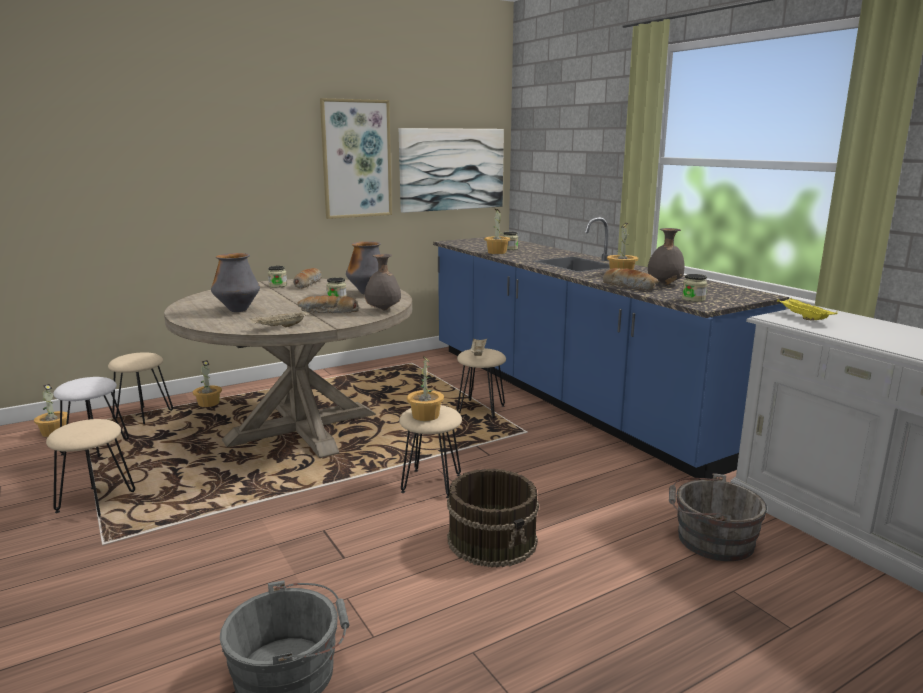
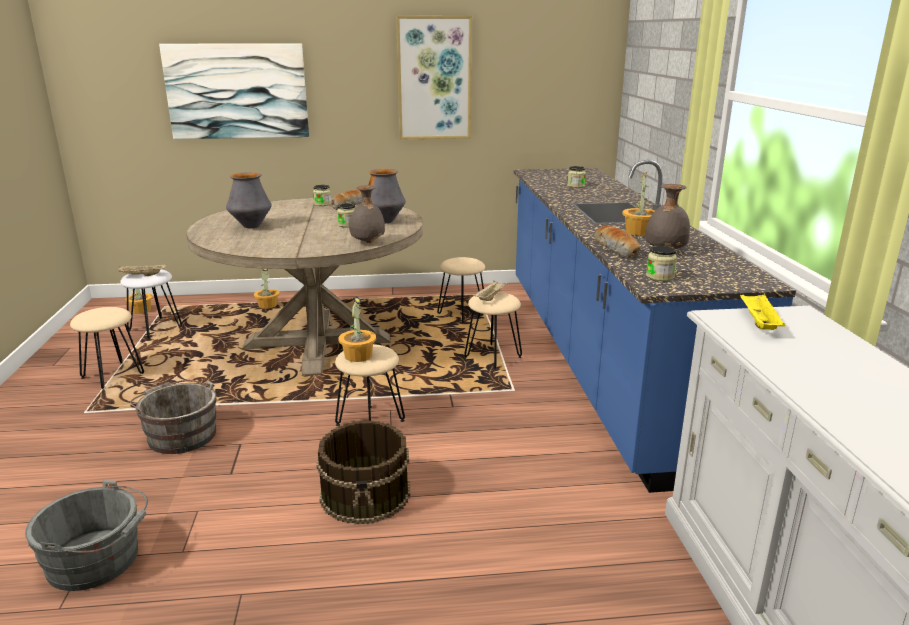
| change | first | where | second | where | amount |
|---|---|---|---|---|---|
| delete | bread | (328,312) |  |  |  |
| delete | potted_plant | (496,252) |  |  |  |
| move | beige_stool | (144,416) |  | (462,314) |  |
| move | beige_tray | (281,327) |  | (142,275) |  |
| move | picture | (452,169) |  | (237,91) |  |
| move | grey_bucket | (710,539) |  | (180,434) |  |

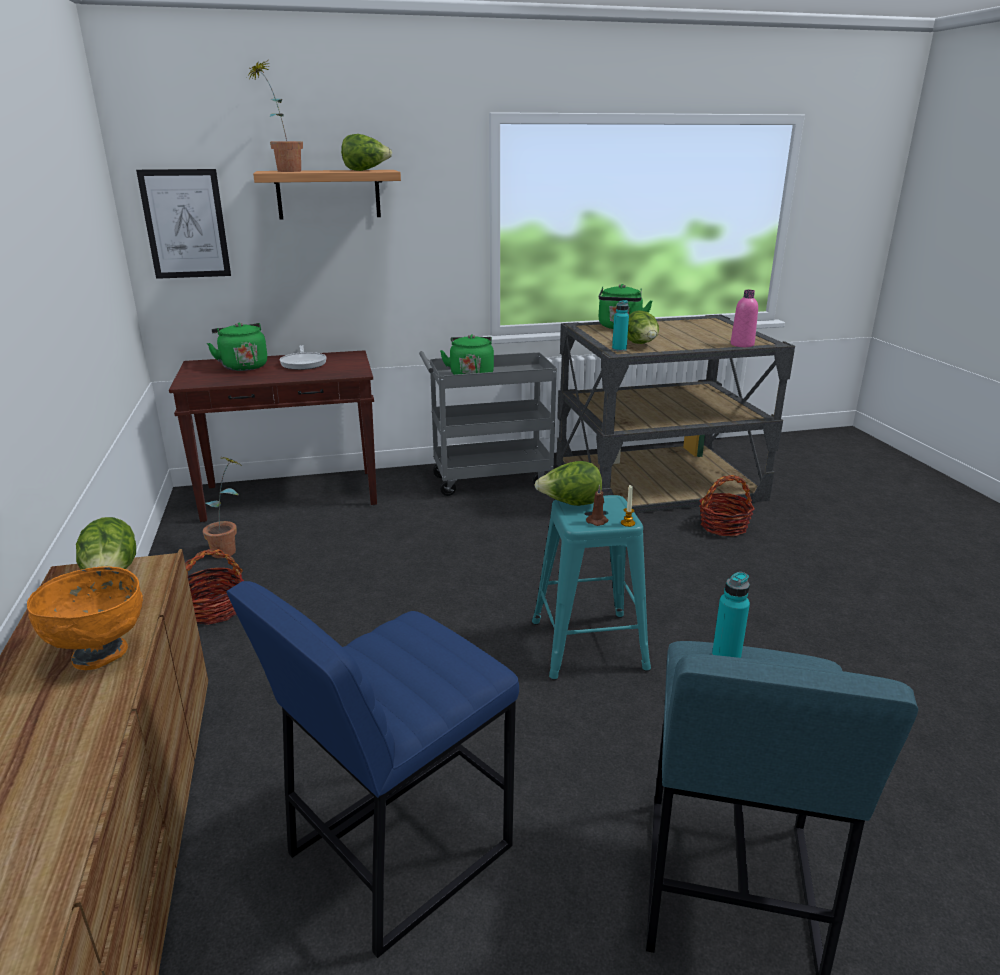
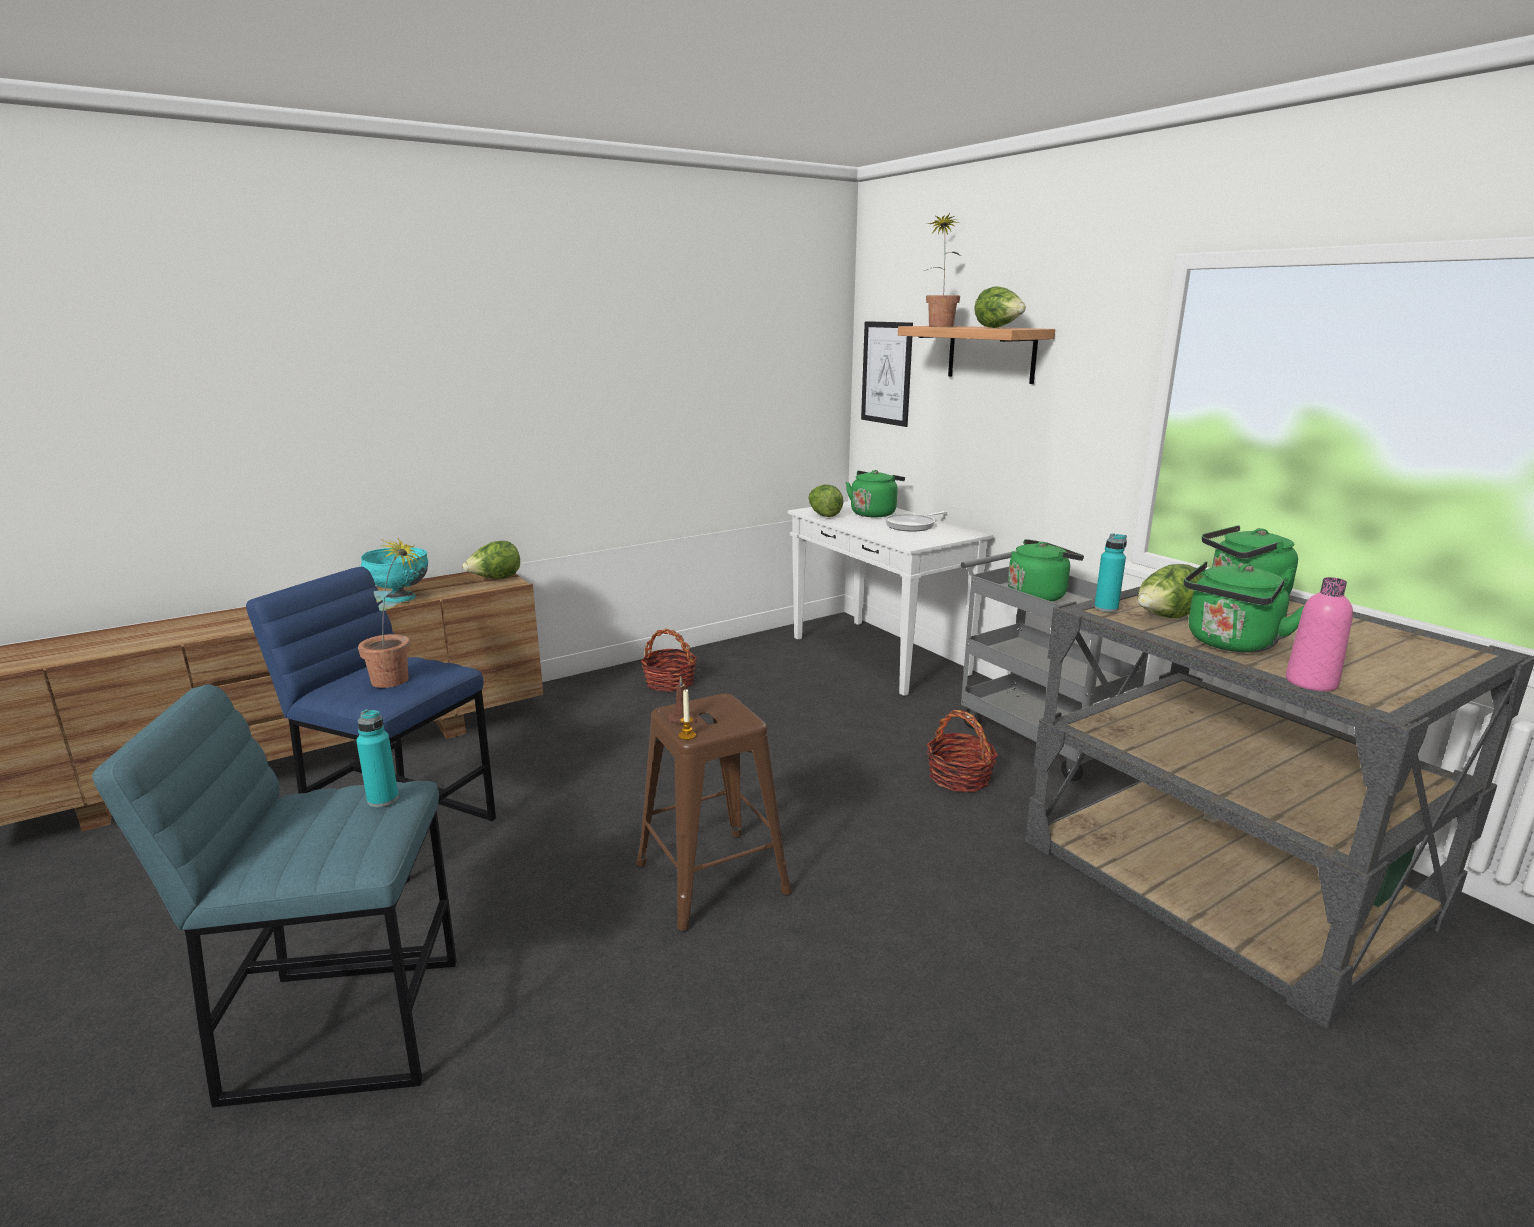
| change | first | where | second | where | amount |
|---|---|---|---|---|---|
| insert |  |  | green_kettle | (1230,644) |  |
| move | potted_plant | (230,549) |  | (399,682) |  |
| move | lettuce | (570,504) |  | (824,515) |  |
| move | basket | (723,526) |  | (959,777) |  |
| recolor | orange_bowl | (101,654) | turquoise_bowl | (400,599) |  |
| recolor | brown_console_table | (293,495) | white_console_table | (880,656) |  |
| recolor | turquoise_stool | (588,645) | brown_stool | (711,878) |  |

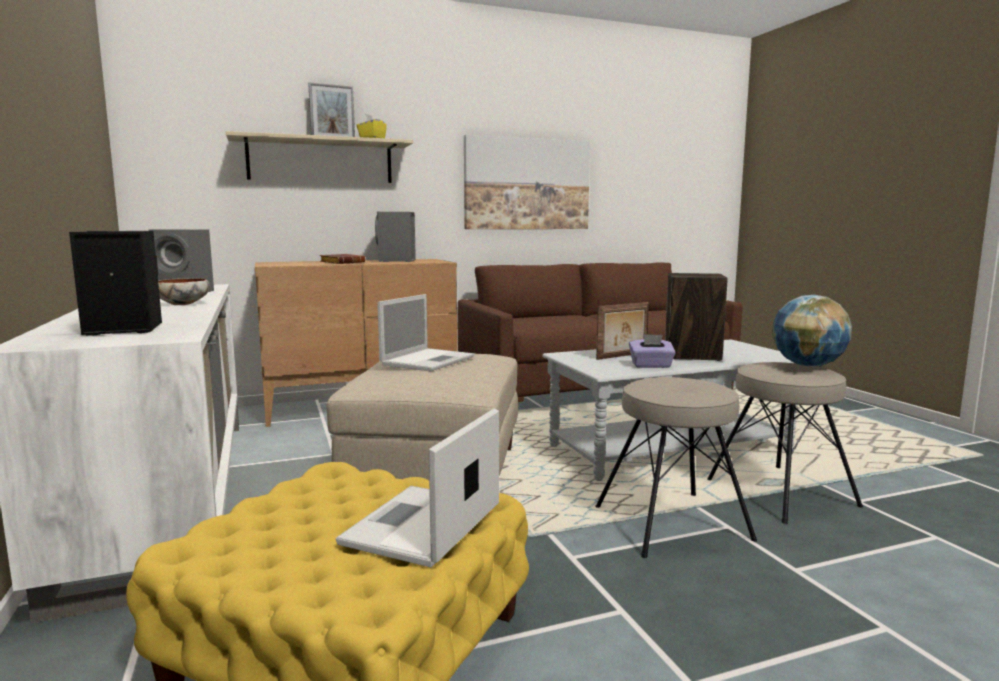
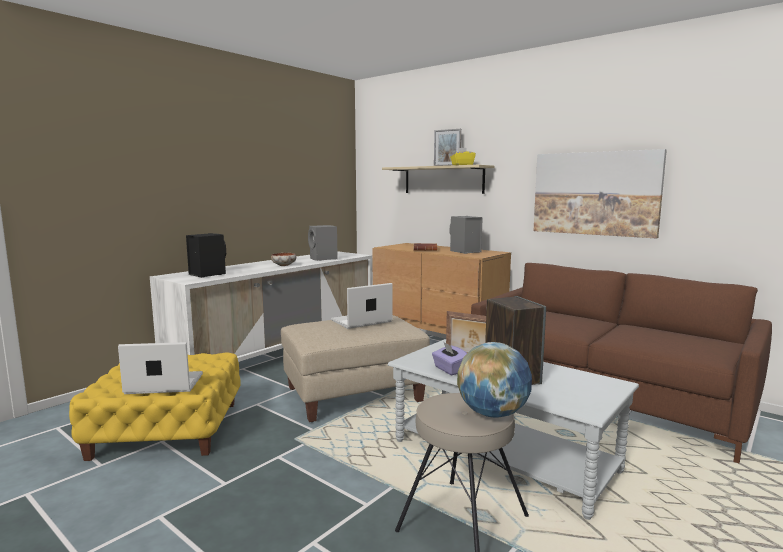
| change | first | where | second | where | amount |
|---|---|---|---|---|---|
| delete | beige_stool | (672,524) |  |  |  |
| rotate | laptop | (428,360) |  | (360,321) | 150 degrees clockwise |

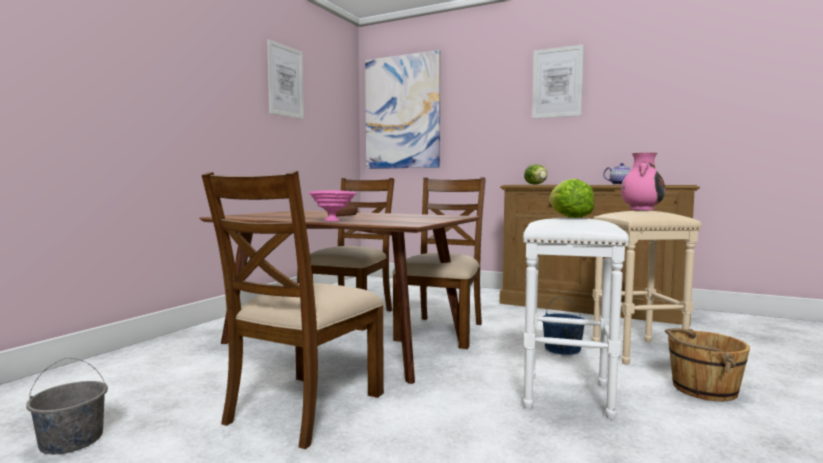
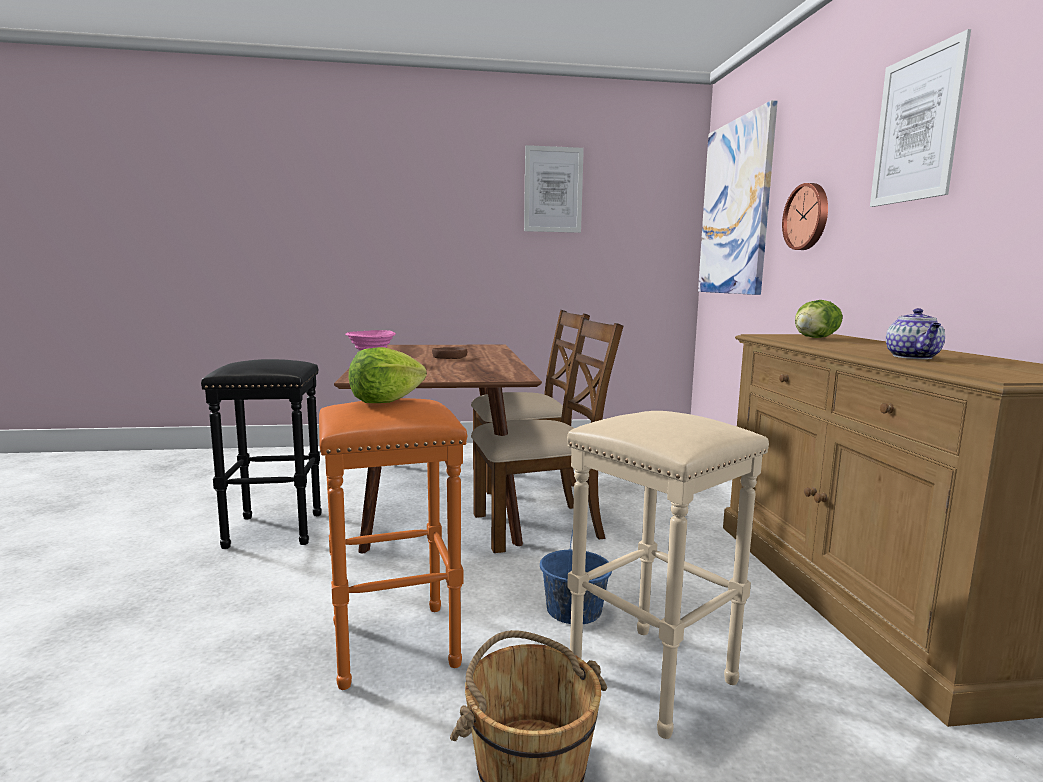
| change | first | where | second | where | amount |
|---|---|---|---|---|---|
| delete | grey_bucket | (71,440) |  |  |  |
| delete | pink_vase | (641,209) |  |  |  |
| insert |  |  | wall_clock | (807,217) |  |
| replace | brown_chair | (304,407) | black_stool | (273,529) |  |
| recolor | white_stool | (565,396) | orange_stool | (391,642) |  |

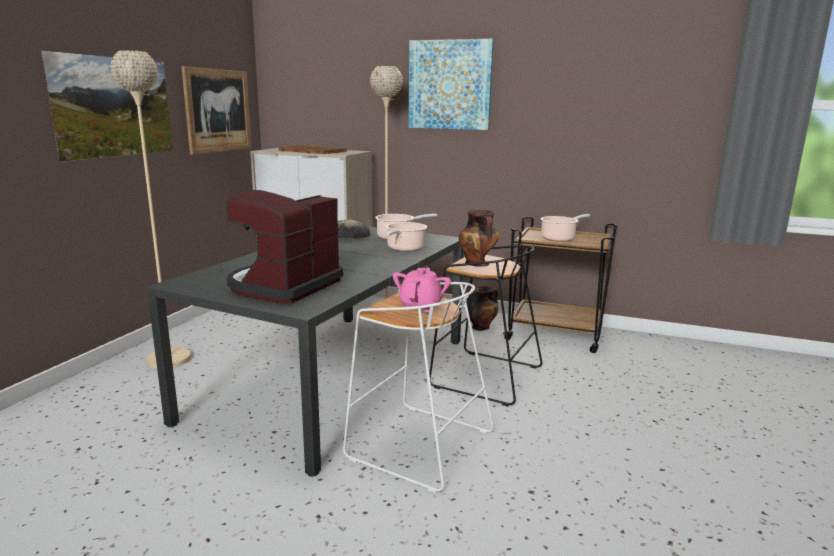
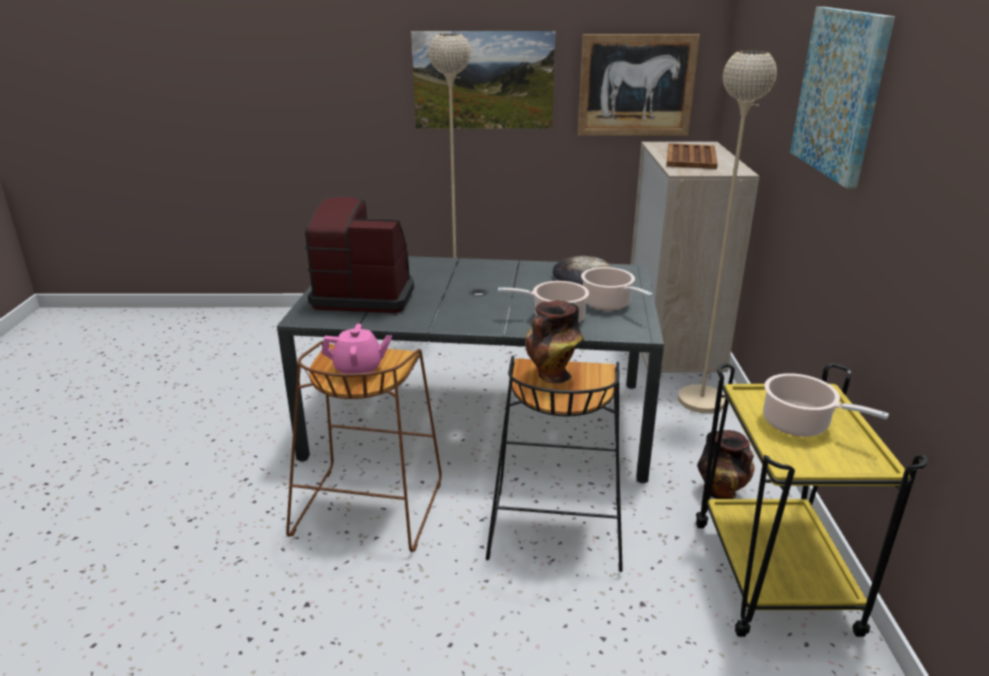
| change | first | where | second | where | amount |
|---|---|---|---|---|---|
| recolor | white_stool | (417,445) | brown_stool | (368,506) |  |
| recolor | brown_cart | (555,335) | yellow_cart | (773,578) |  |

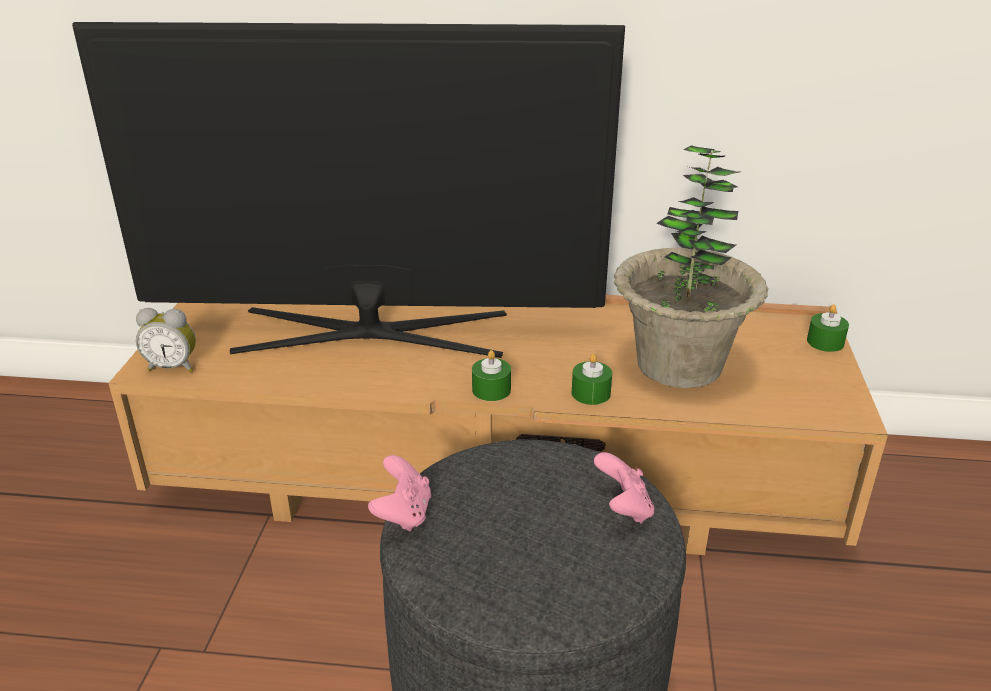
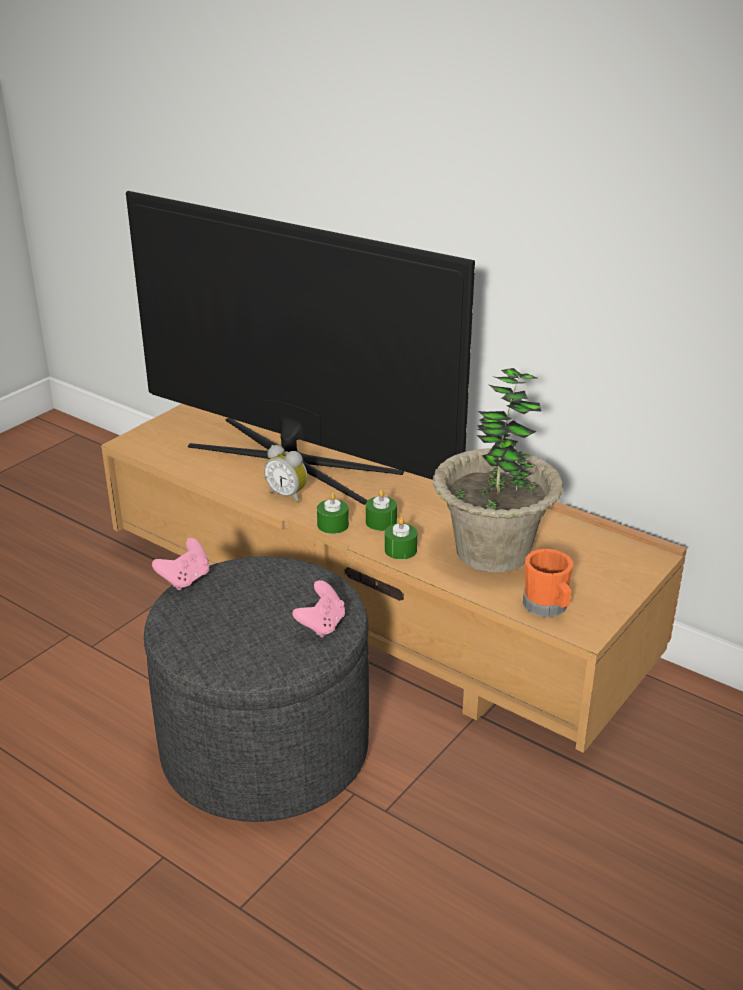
| change | first | where | second | where | amount |
|---|---|---|---|---|---|
| insert |  |  | orange_mug | (547,607) |  |
| move | alarm_clock | (173,367) |  | (288,495) |  |
| move | green_candle | (825,342) |  | (381,522) |  |

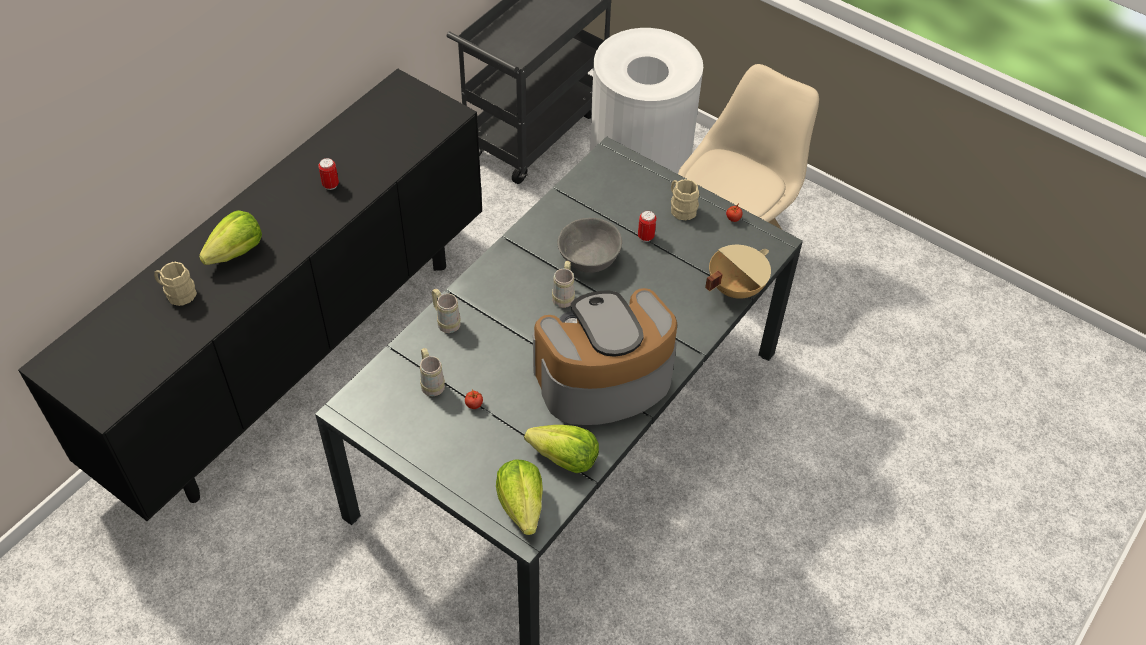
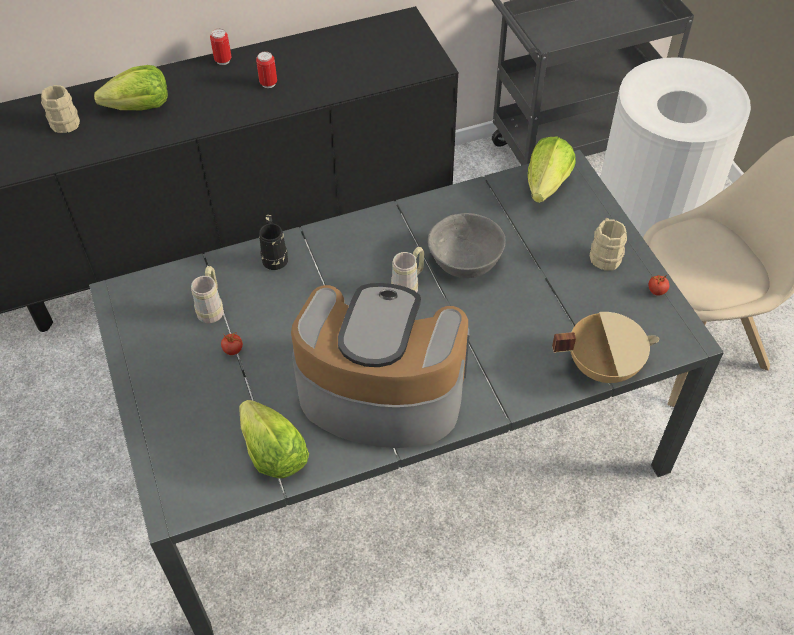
| change | first | where | second | where | amount |
|---|---|---|---|---|---|
| move | lettuce | (522,505) |  | (546,185) |  |
| move | can | (645,236) |  | (223,60) |  |
| recolor | beige_mug | (446,321) | black_mug | (275,256) |  |

